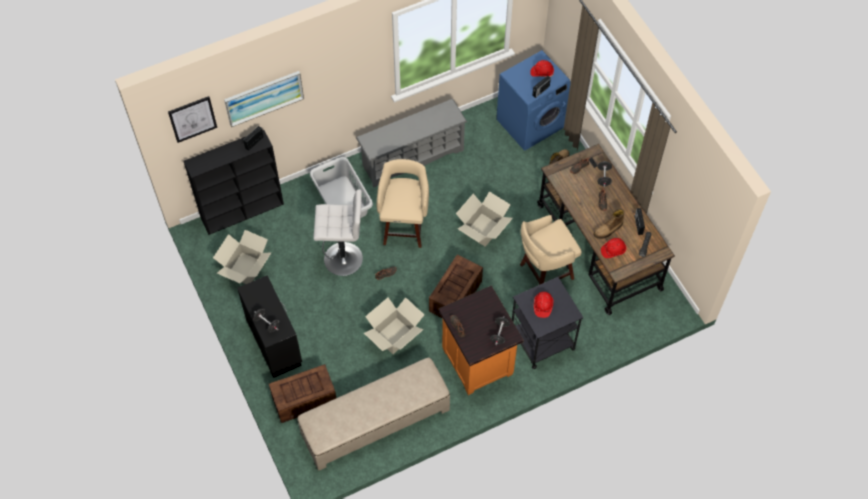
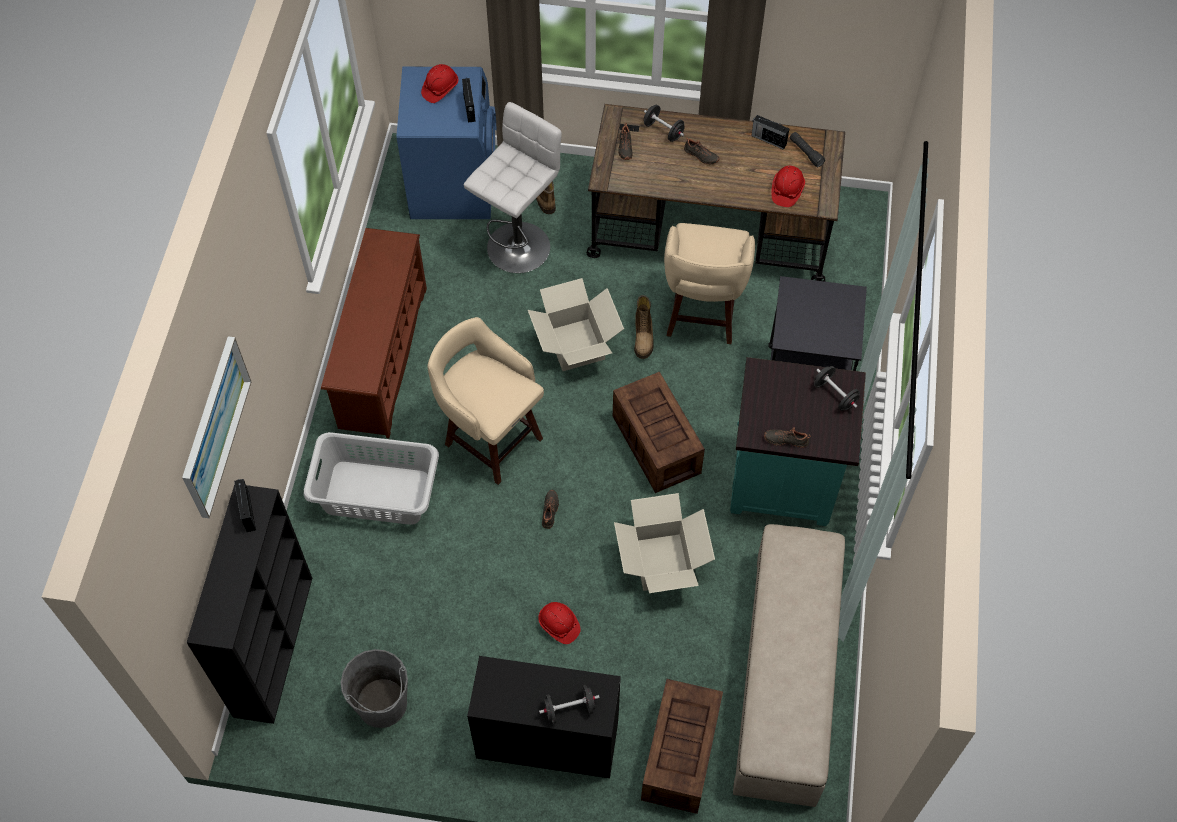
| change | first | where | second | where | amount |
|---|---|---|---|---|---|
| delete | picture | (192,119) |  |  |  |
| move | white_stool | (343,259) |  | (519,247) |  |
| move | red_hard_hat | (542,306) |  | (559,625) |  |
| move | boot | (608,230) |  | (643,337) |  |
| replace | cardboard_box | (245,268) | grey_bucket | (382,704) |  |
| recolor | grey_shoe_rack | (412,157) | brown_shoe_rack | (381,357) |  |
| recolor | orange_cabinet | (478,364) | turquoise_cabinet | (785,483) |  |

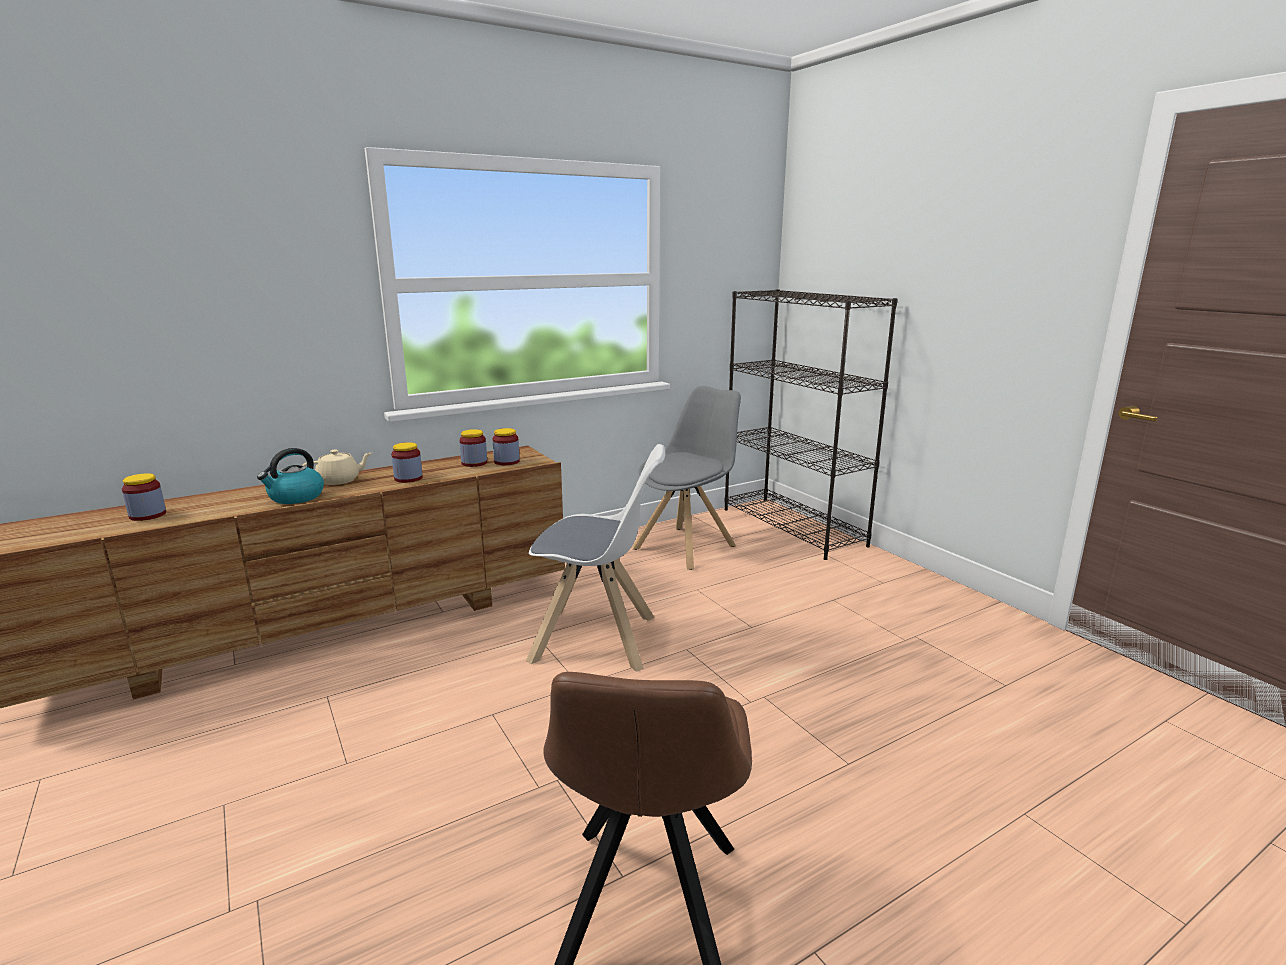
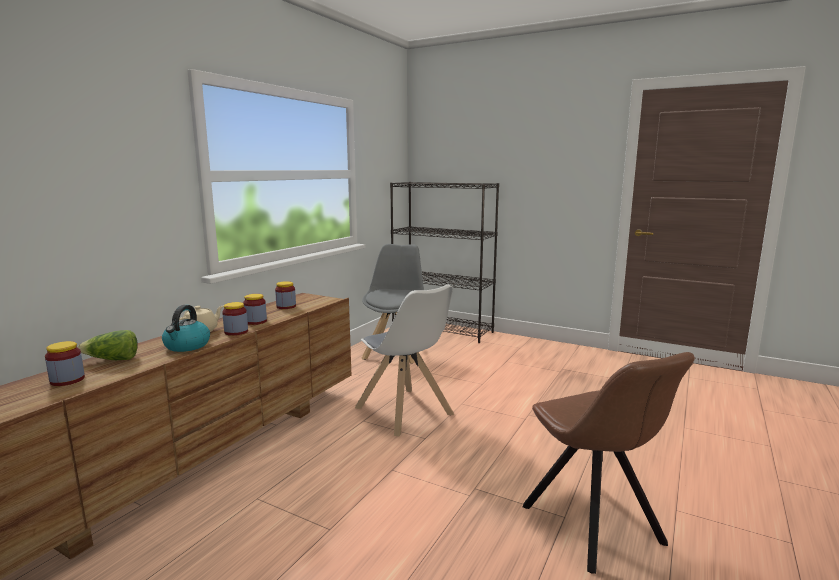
| change | first | where | second | where | amount |
|---|---|---|---|---|---|
| insert |  |  | lettuce | (112,360) |  |
| move | jar | (506,462) |  | (236,332) |  |
| rotate | chair | (598,639) |  | (405,412) | 75 degrees clockwise |

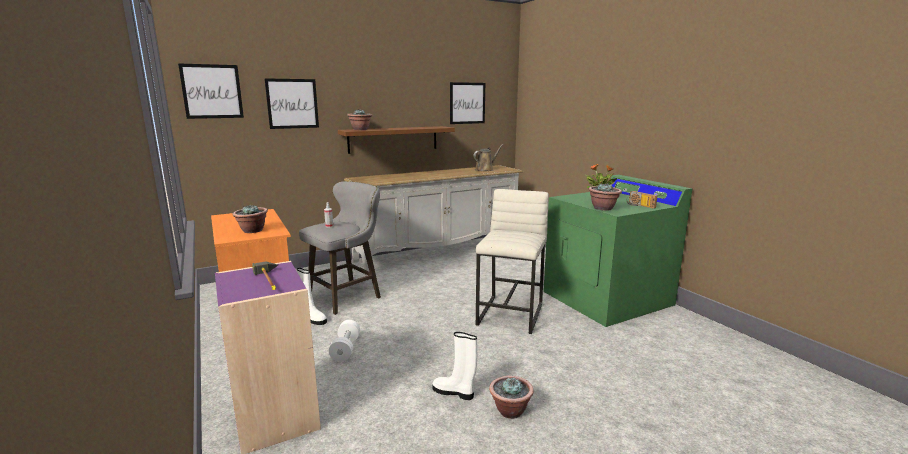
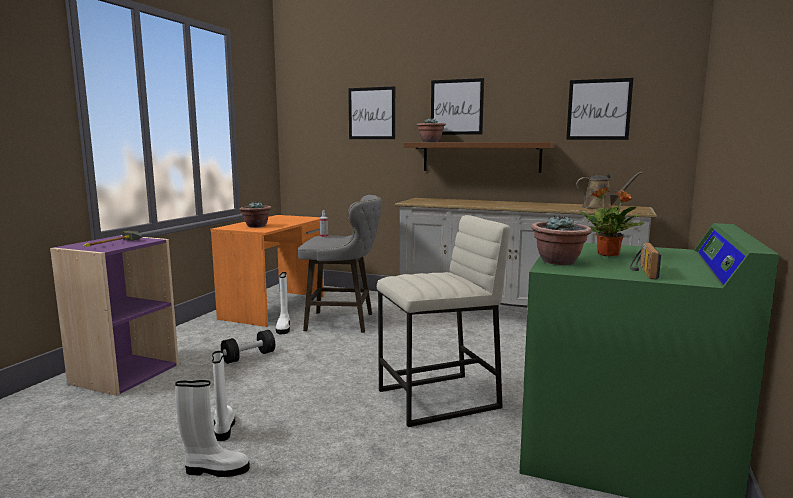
| change | first | where | second | where | amount |
|---|---|---|---|---|---|
| move | picture | (212,91) |  | (456,107) |  |
| replace | potted_plant | (510,411) | white_boot | (215,470) |  |
| recolor | white_dumbbell | (345,349) | black_dumbbell | (249,357) |  |

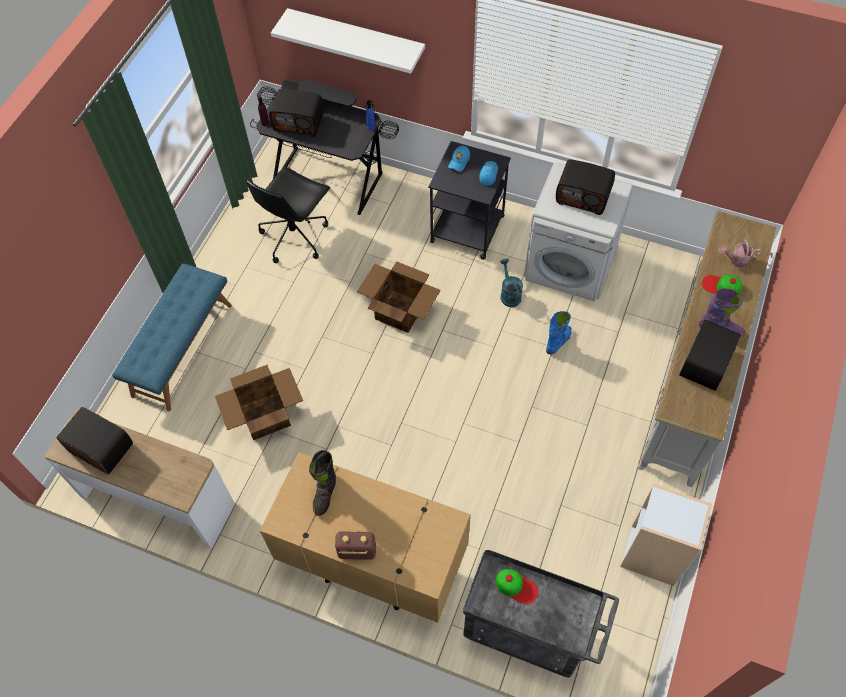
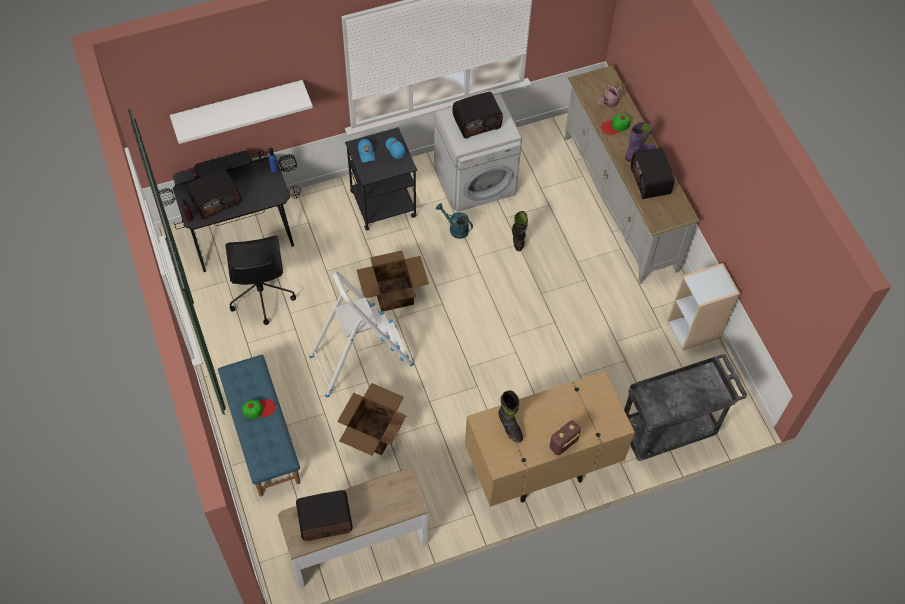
| change | first | where | second | where | amount |
|---|---|---|---|---|---|
| insert |  |  | white_step_ladder | (362,360) |  |
| move | cap | (516,586) |  | (258,409) |  |
| recolor | blue_boot | (558,342) | black_boot | (518,238) |  |

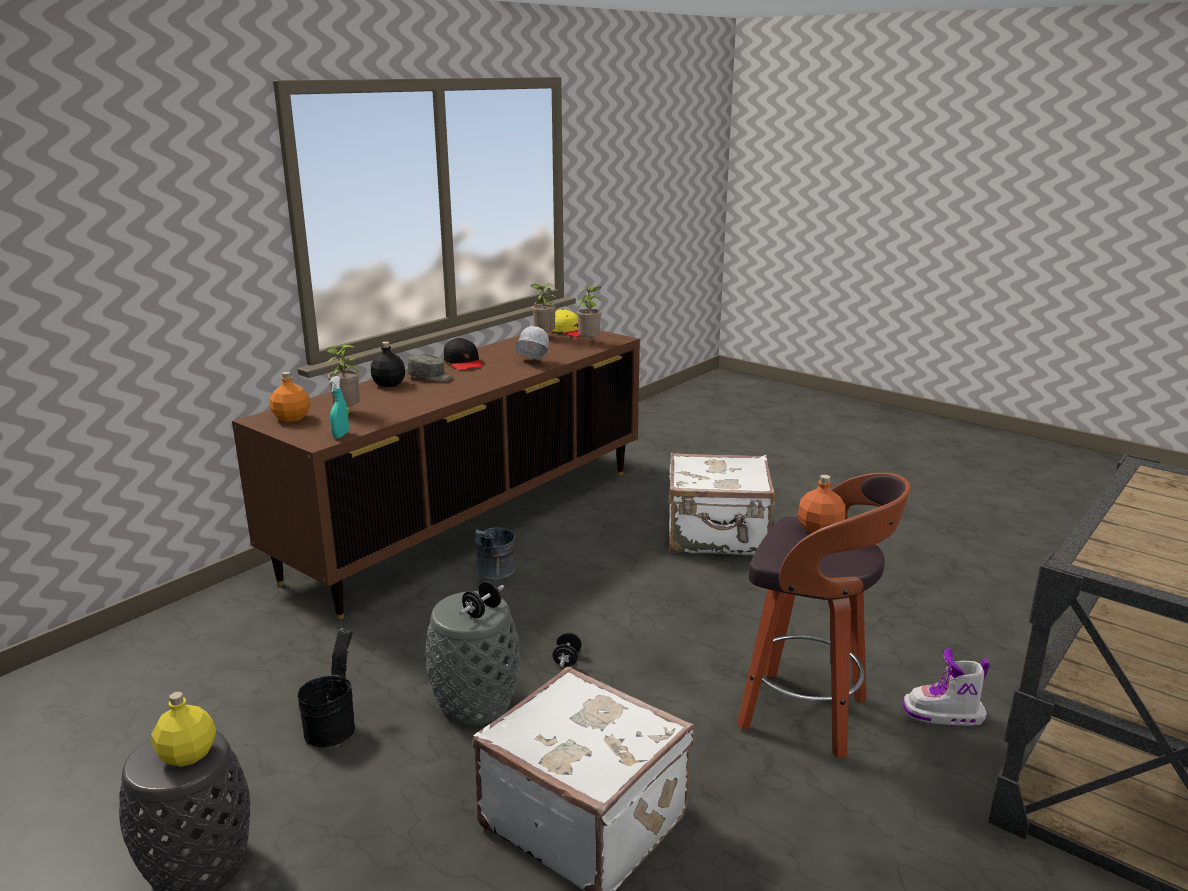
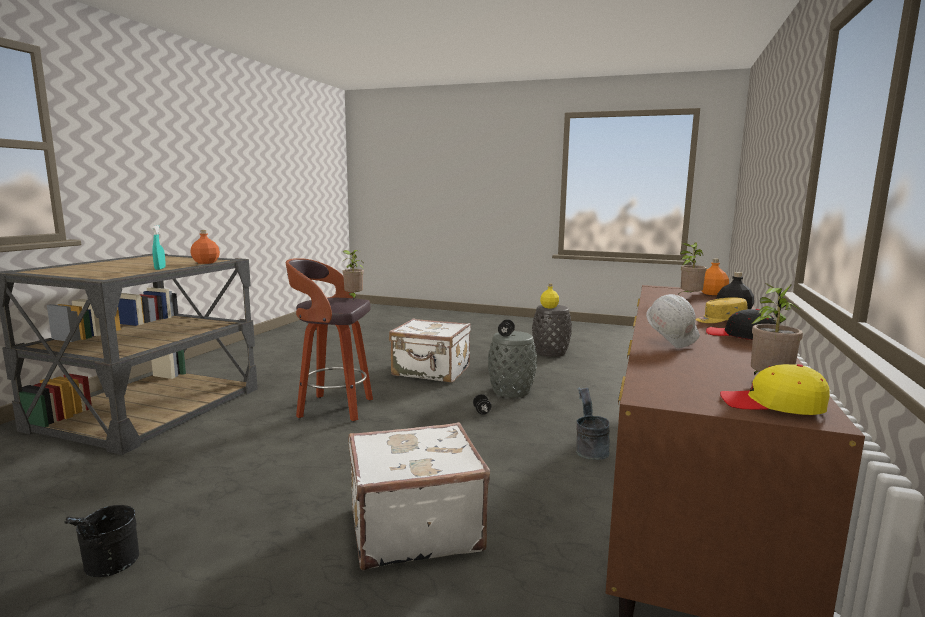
| change | first | where | second | where | amount |
|---|---|---|---|---|---|
| delete | boot | (943,714) |  |  |  |
| move | black_bucket | (333,726) |  | (108,568) |  |
| move | turquoise_spray_bottle | (341,435) |  | (160,268) |  |
| move | potted_plant | (589,342) |  | (353,298) |  |
| move | orange_bottle | (820,530) |  | (205,262) |  |
| recolor | grey_cap | (430,377) | yellow_cap | (720,321) |  |

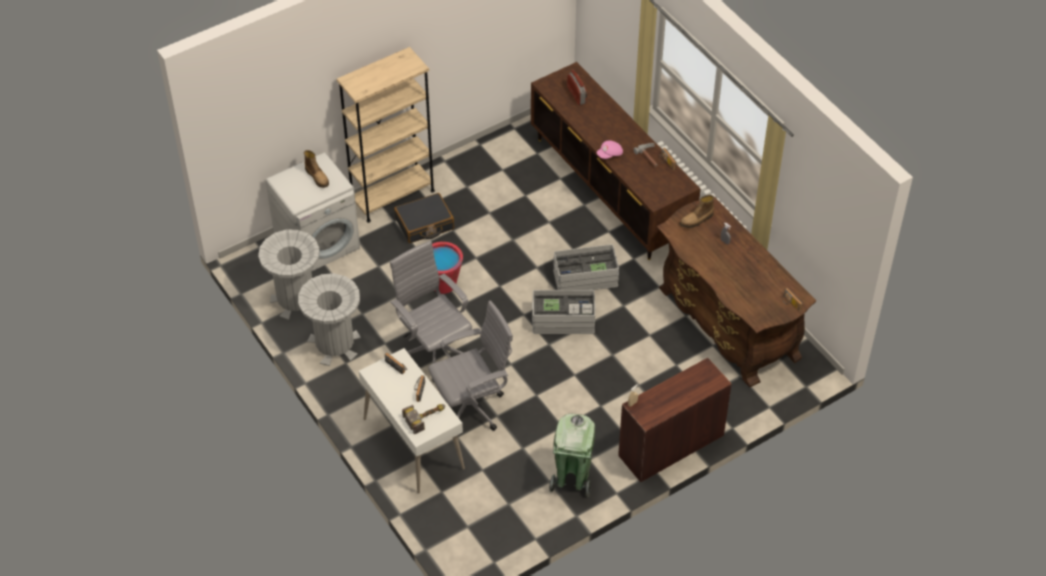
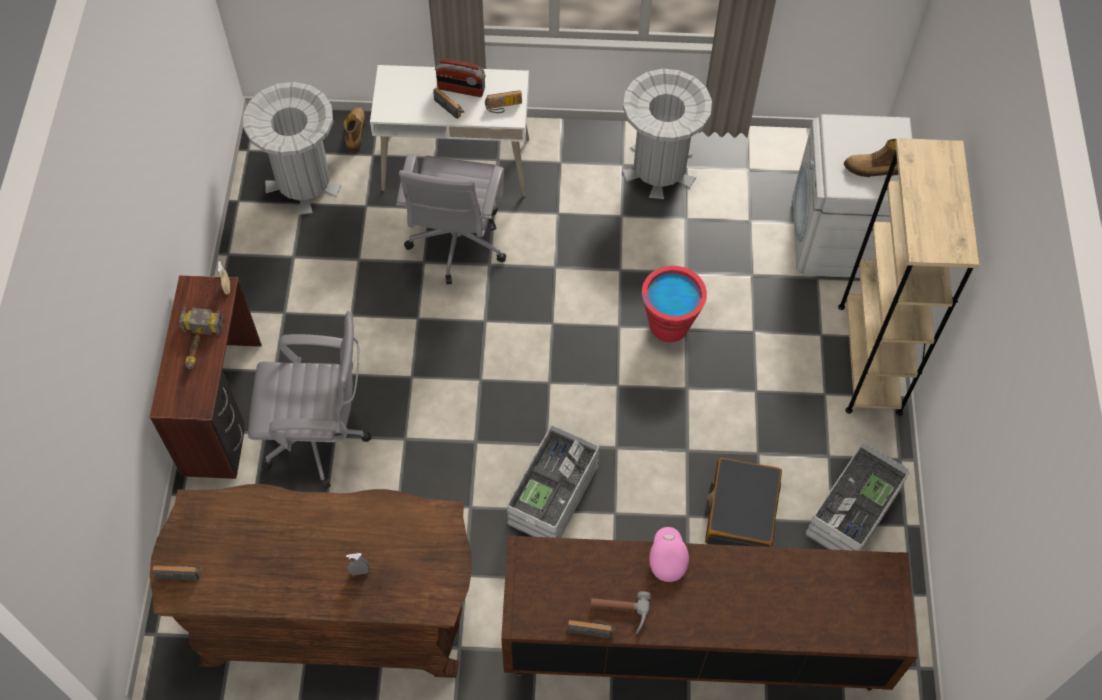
| change | first | where | second | where | amount |
|---|---|---|---|---|---|
| delete | green_trash_can | (572,478) |  |  |  |
| move | grey_trash_can | (296,299) |  | (304,182) |  |
| move | grey_office_chair | (433,350) |  | (320,439) |  |
| move | black_suitcase | (424,224) |  | (740,511) |  |
| move | hammer | (427,417) |  | (198,345) |  |
| move | grey_storage_box | (563,320) |  | (854,512) |  |
| move | radio | (577,95) |  | (461,89) |  |
| move | boot | (697,220) |  | (355,133) |  |

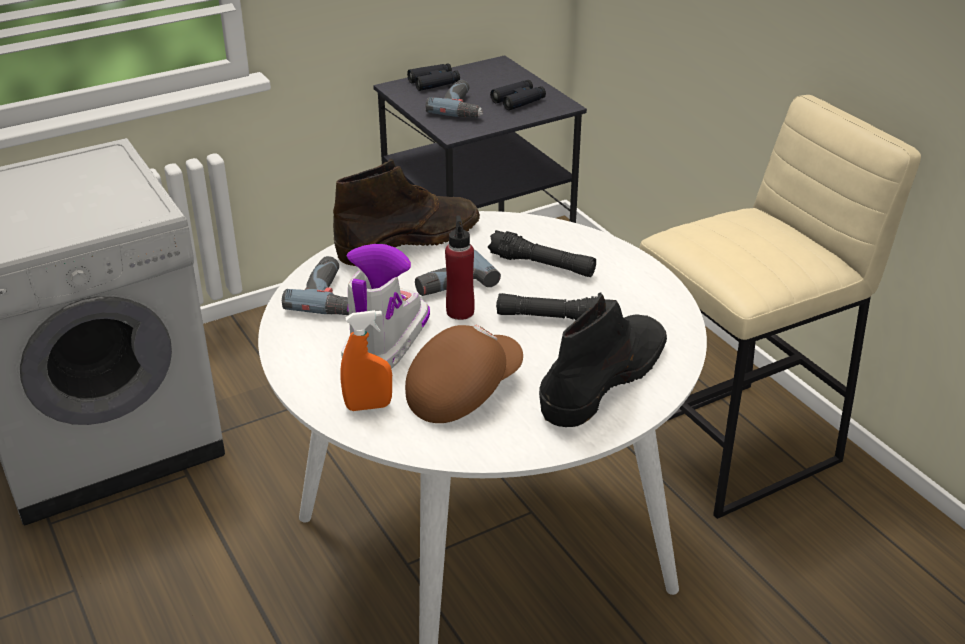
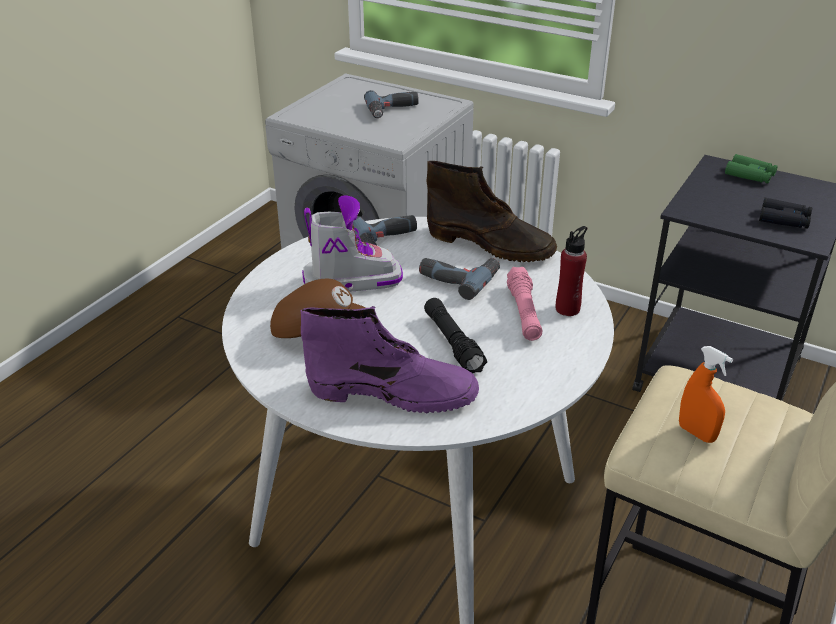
| change | first | where | second | where | amount |
|---|---|---|---|---|---|
| move | orange_spray_bottle | (368,406) |  | (696,433) |  |
| move | power_drill | (462,107) |  | (393,110) |  |
| move | red_bottle | (460,311) |  | (567,309) |  |
| recolor | black_binoculars | (434,82) | green_binoculars | (750,175) |  |
| recolor | black_flashlight | (542,265) | pink_flashlight | (524,312) |  |
| recolor | black_boot | (605,378) | purple_boot | (394,393) |  |

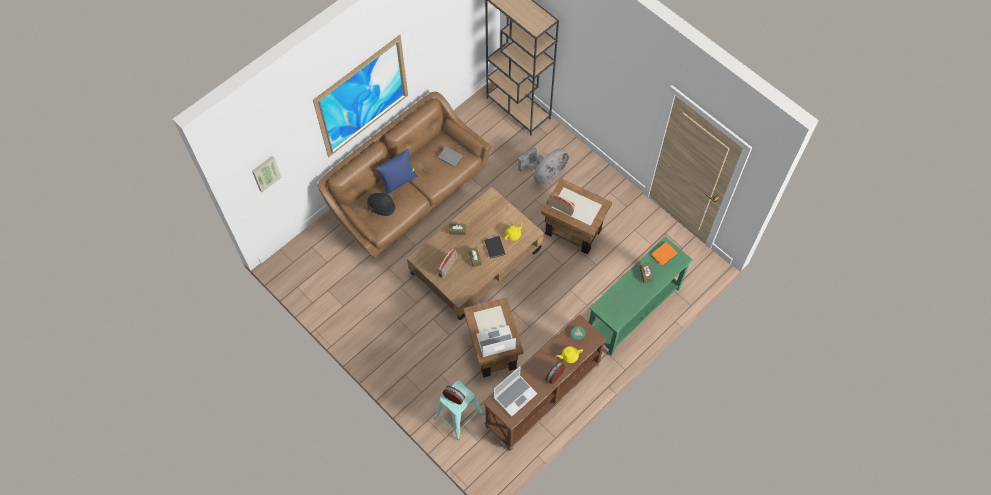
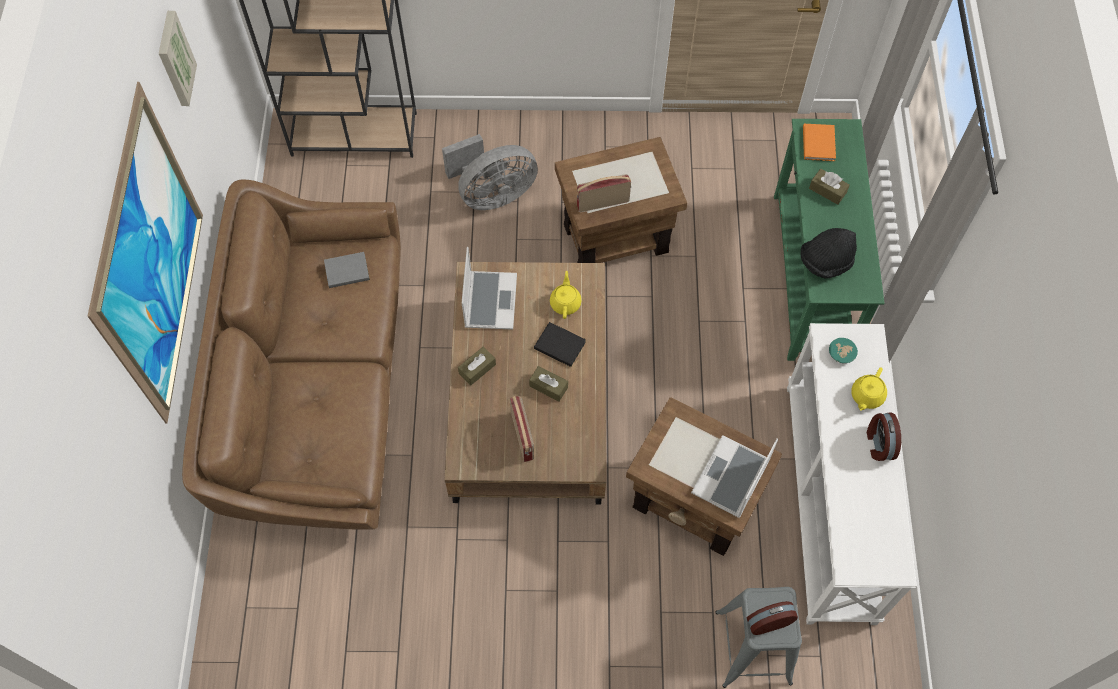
| change | first | where | second | where | amount |
|---|---|---|---|---|---|
| delete | blue_pillow | (398,181) |  |  |  |
| move | picture | (265,173) |  | (174,59) |  |
| move | black_hat | (381,207) |  | (825,262) |  |
| move | laptop | (515,395) |  | (489,300) |  |
| recolor | turquoise_stool | (459,416) | grey_stool | (753,647) |  |
| recolor | brown_console_table | (543,396) | white_console_table | (831,501) |  |
| rotate | grey_fan | (545,175) |  | (492,194) | 60 degrees clockwise |

